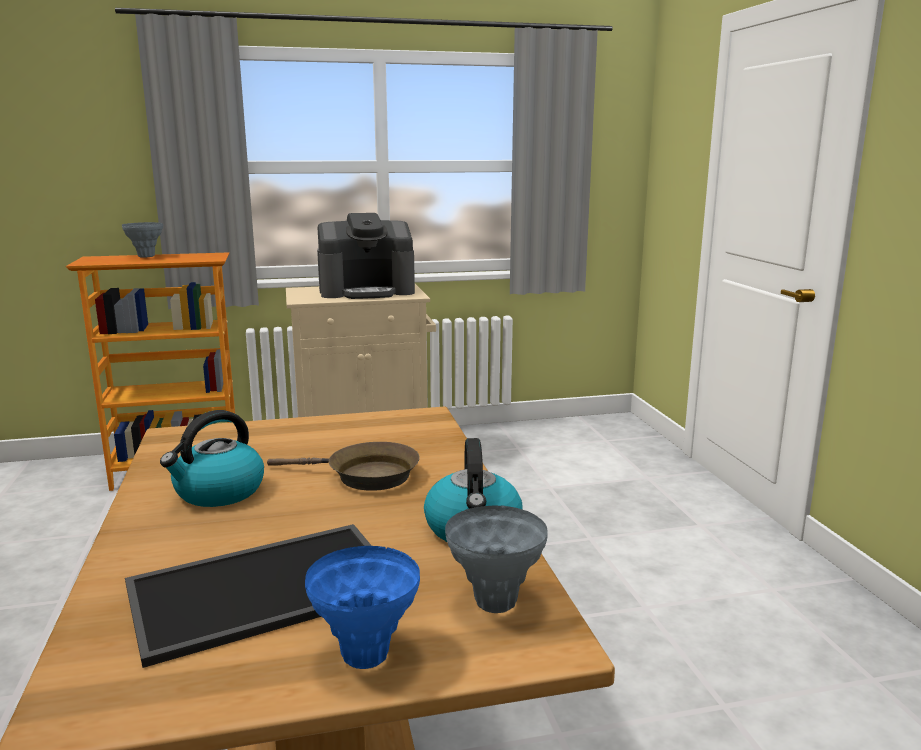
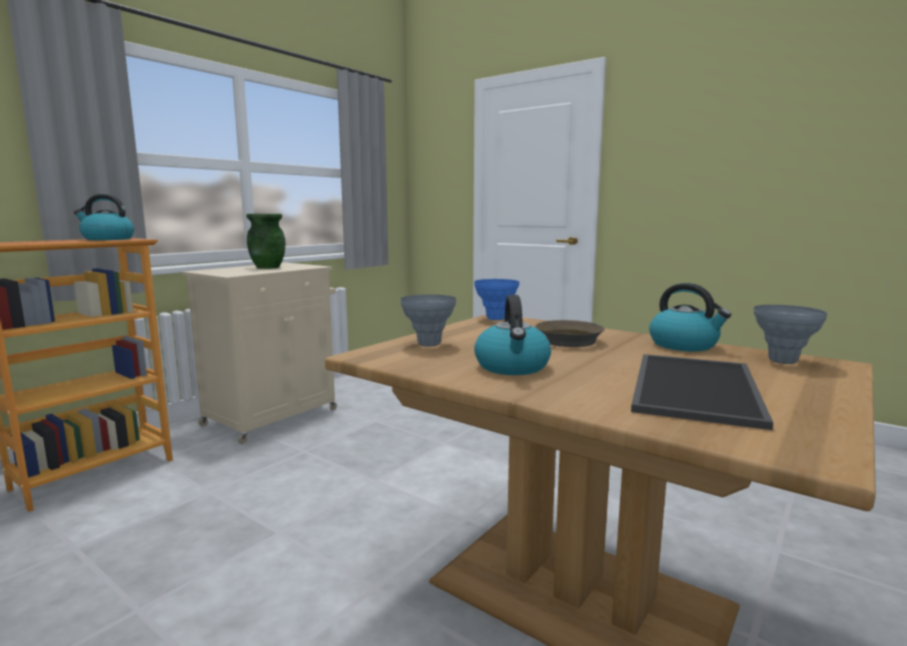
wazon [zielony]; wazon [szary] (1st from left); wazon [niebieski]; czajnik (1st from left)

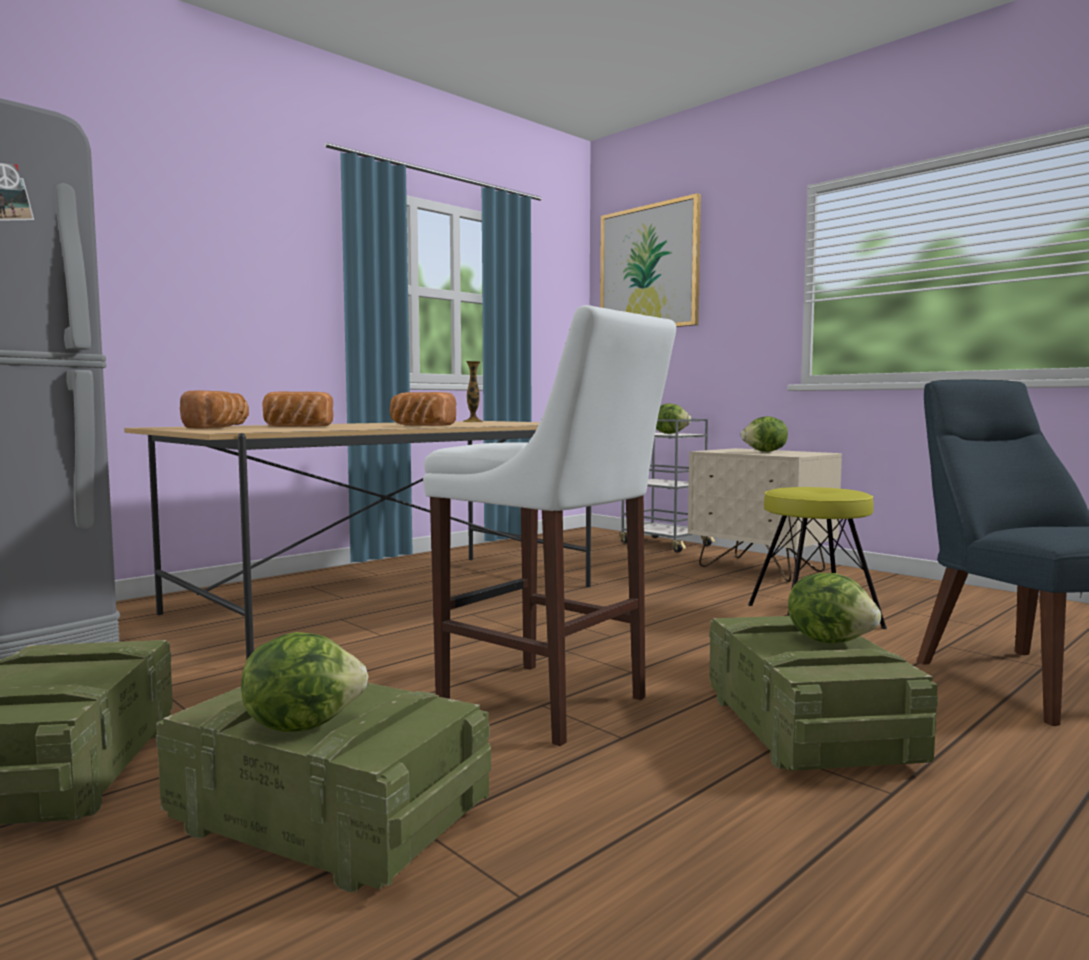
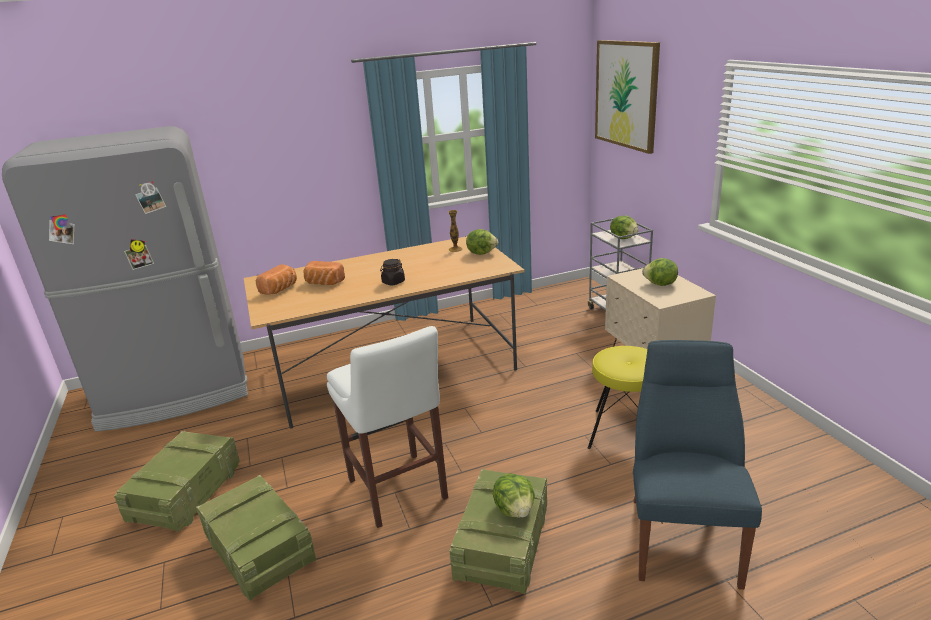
słoik [czarny]; sałata (1st from left)

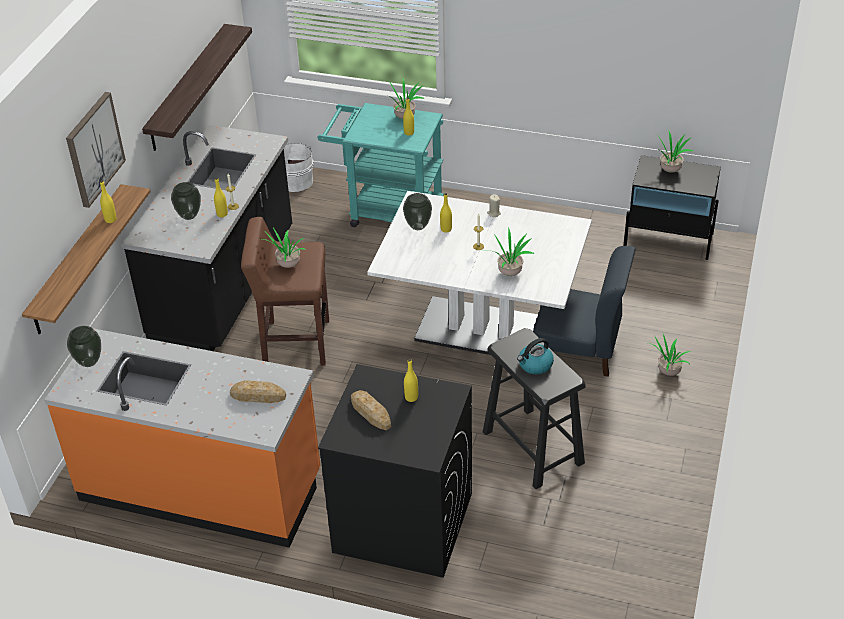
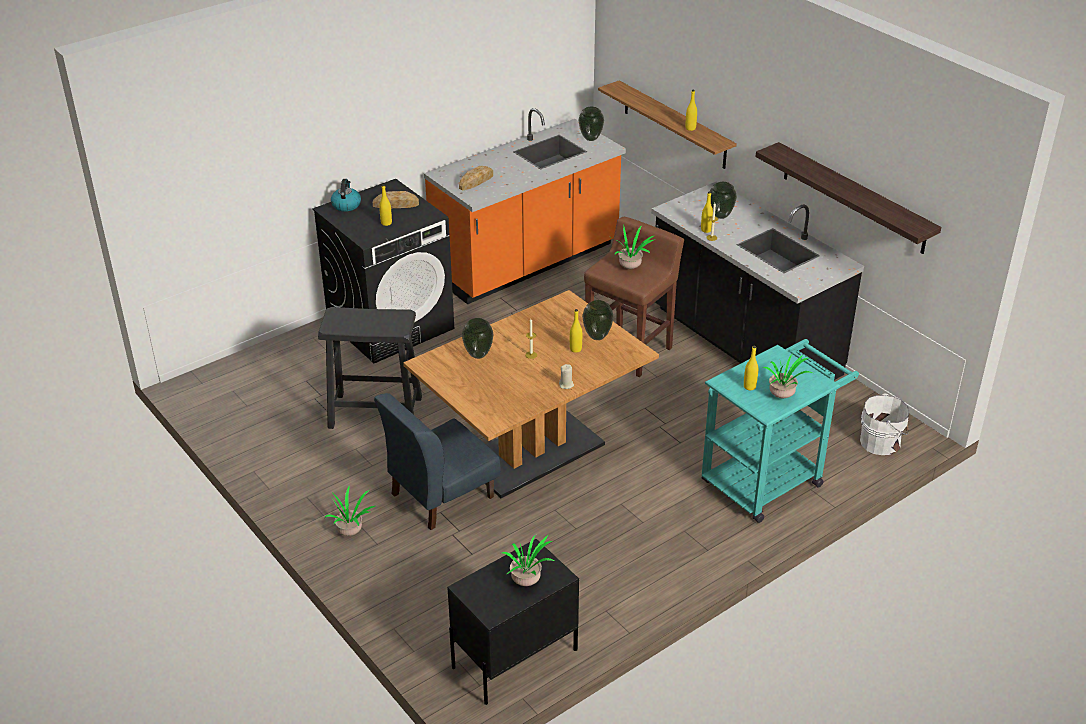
obraz; stół jadalny [brązowy]; wazon (1st from left); czajnik

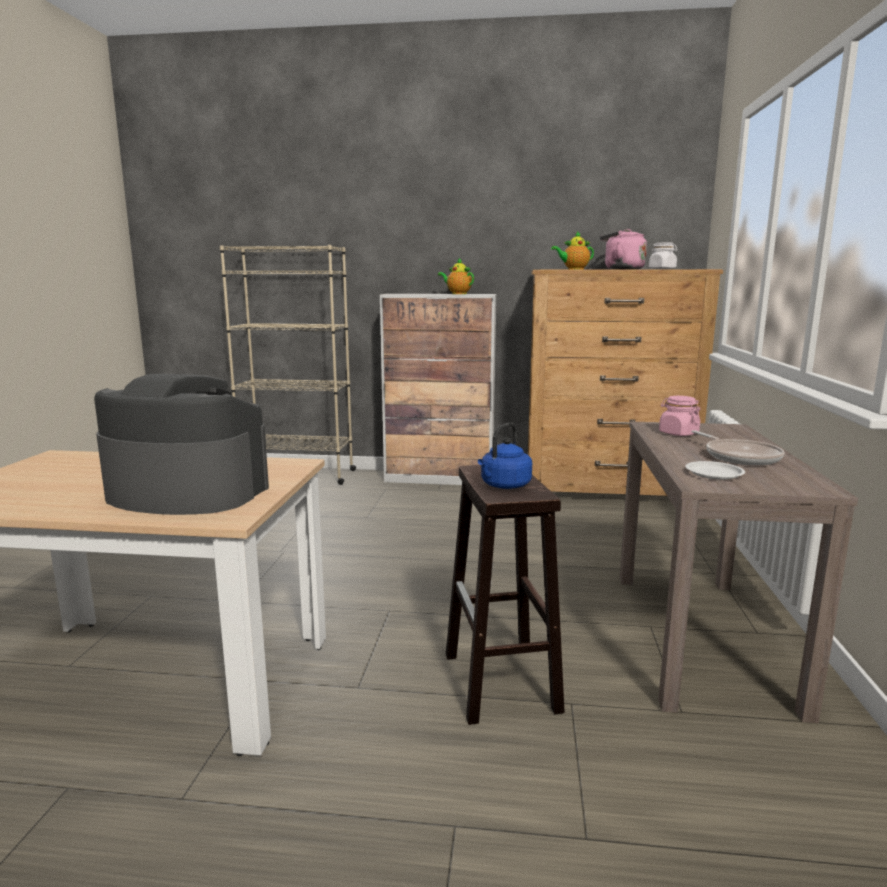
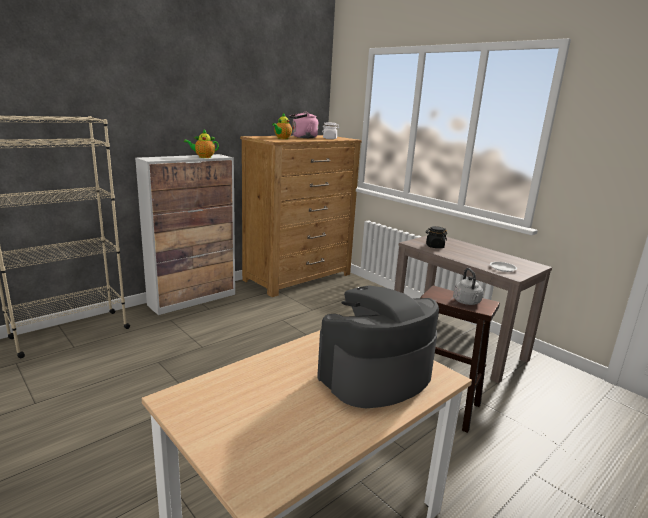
słoik [czarny]; czajnik [szary]; patelnia

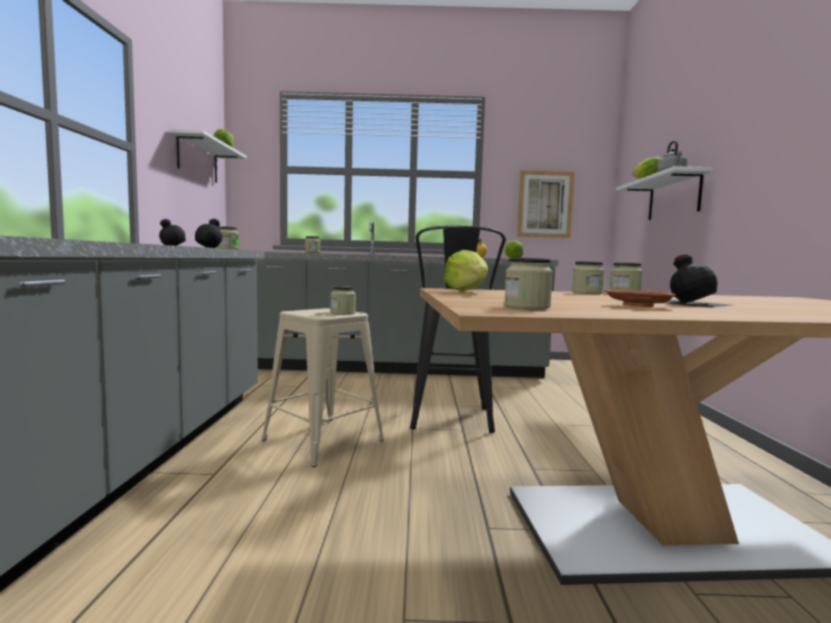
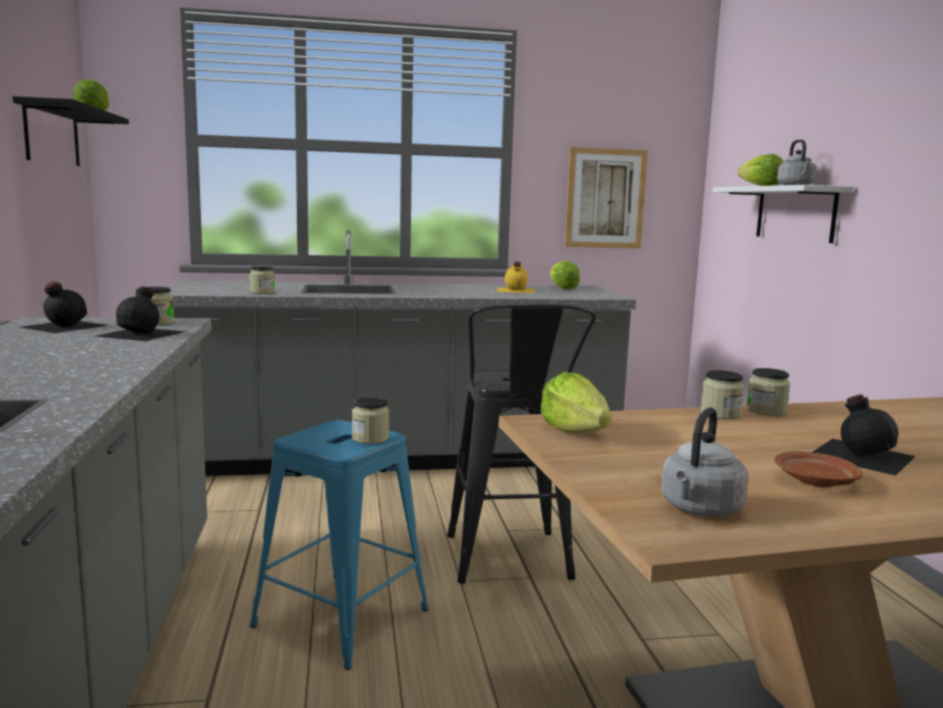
półka [czarny]; czajnik [szary] (1st from left); stołek [niebieski]

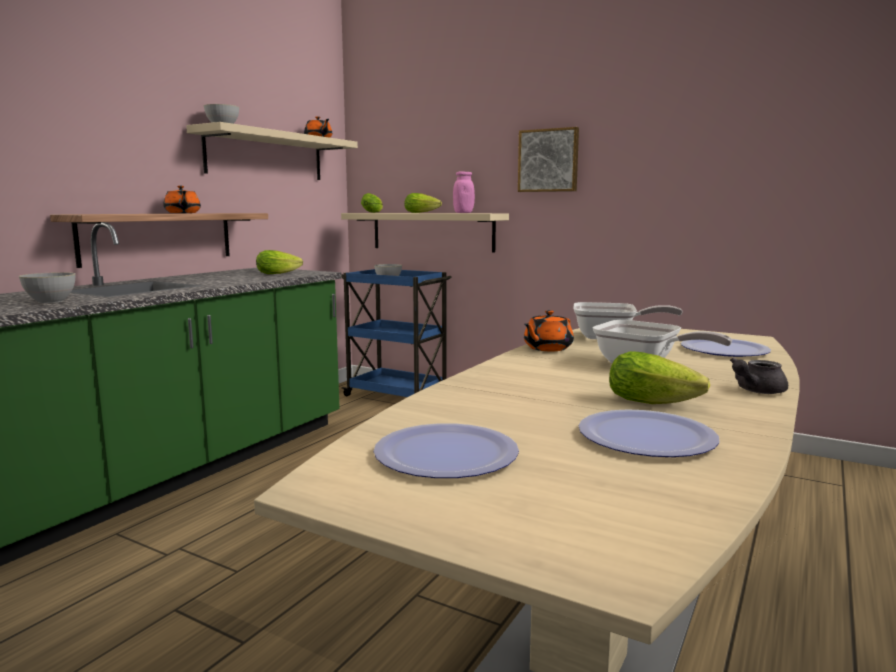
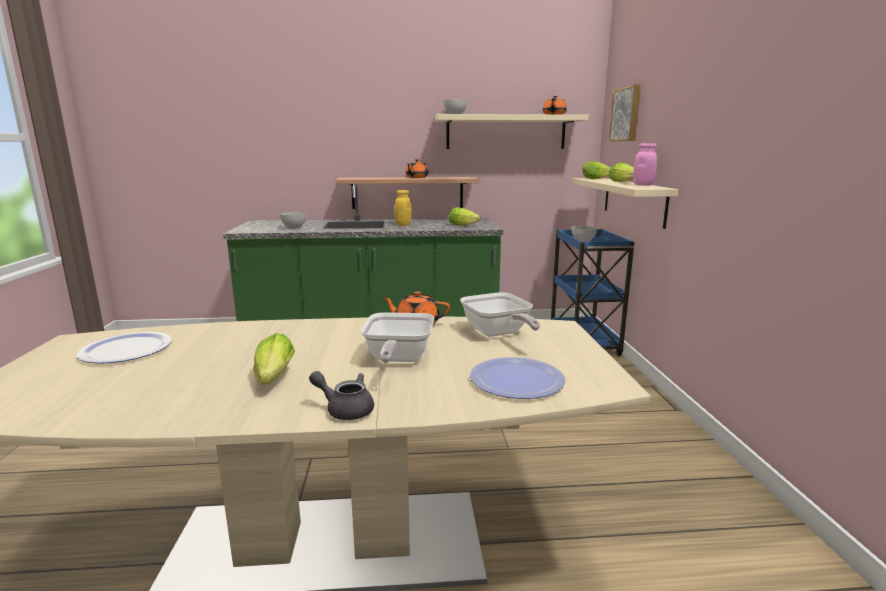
obraz; talerz (2nd from left in the first image); słoik [żółty]

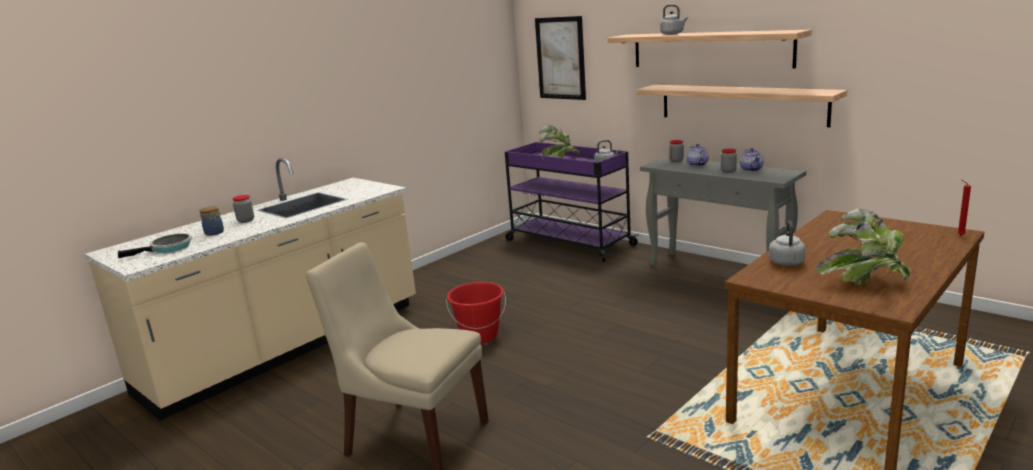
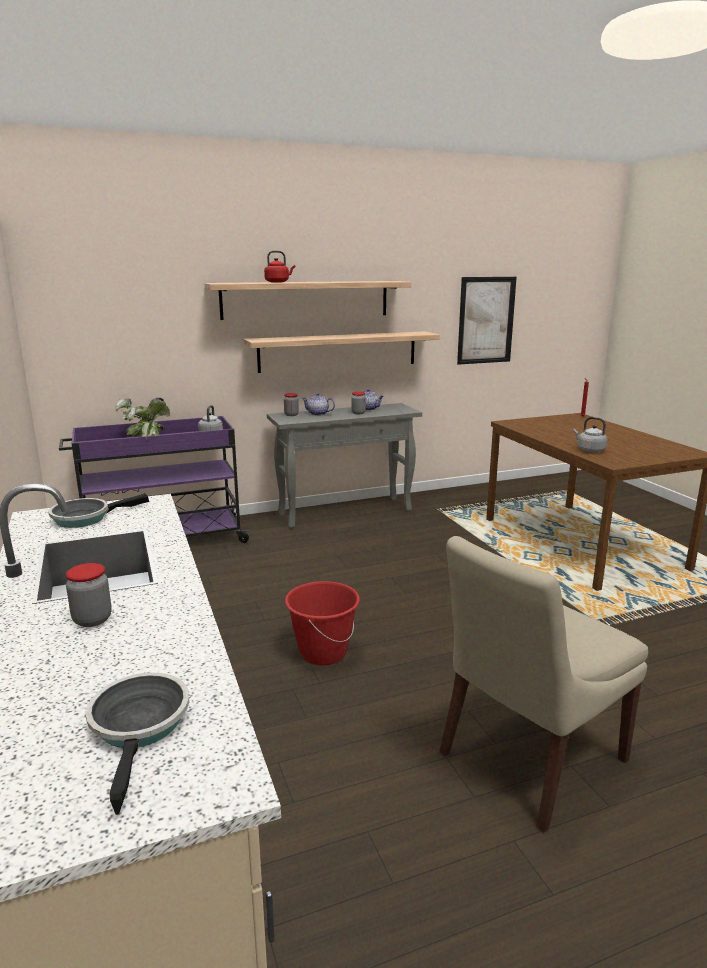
czajnik [czerwony]; obraz; słoik (1st from left in the first image); roślina doniczkowa (2nd from left in the first image); patelnia (1st from left)

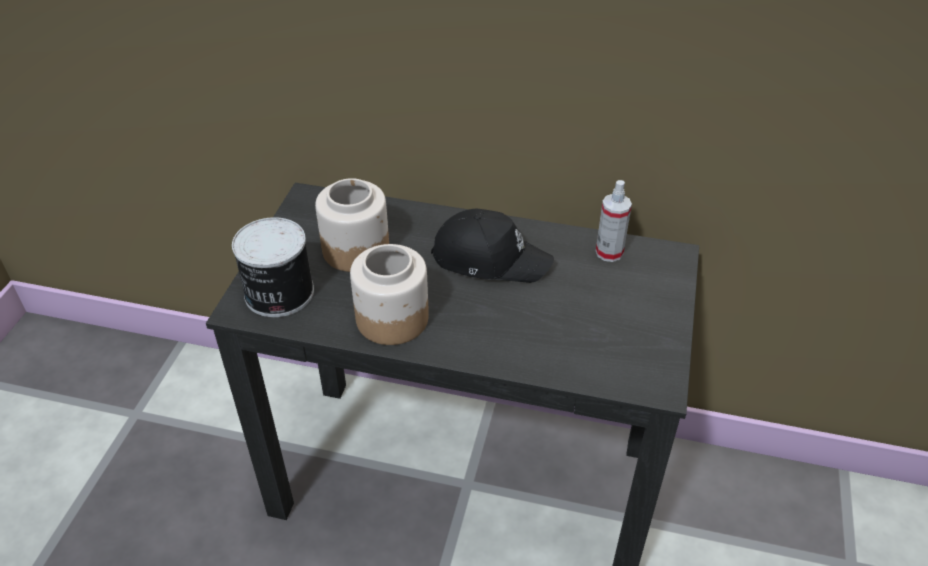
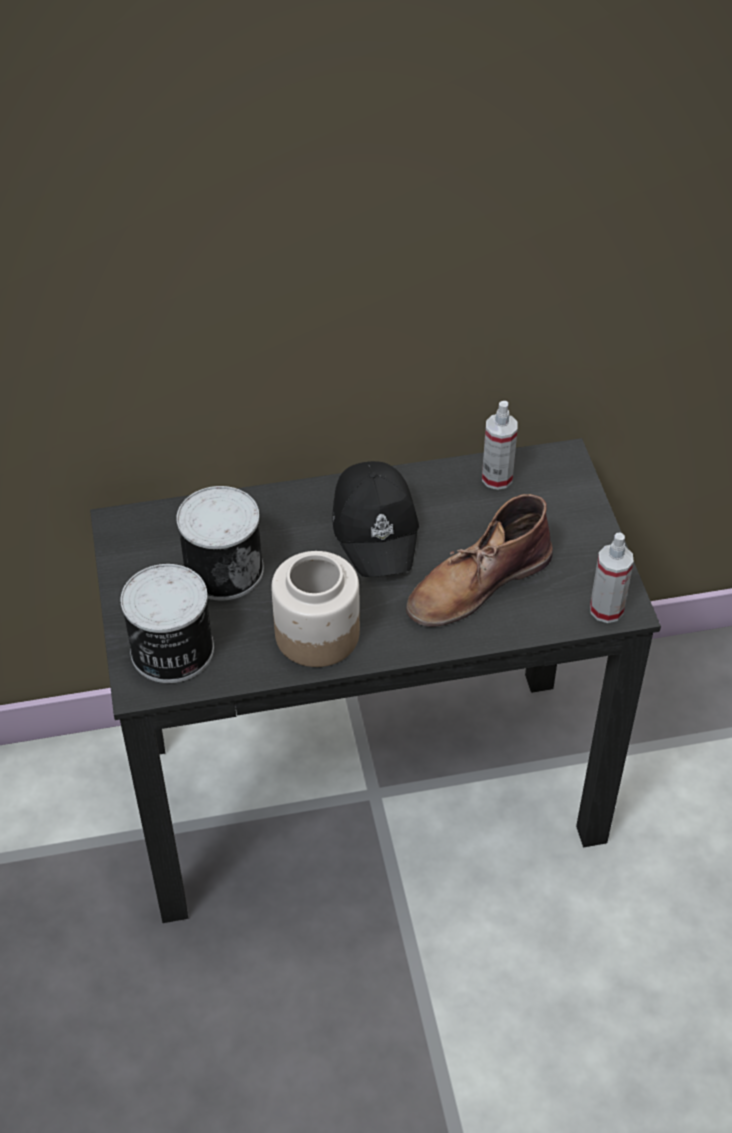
puszka (2nd from left); czapka z daszkiem [czarny]; but z cholewką [brązowy]; spryskiwacz (2nd from left)

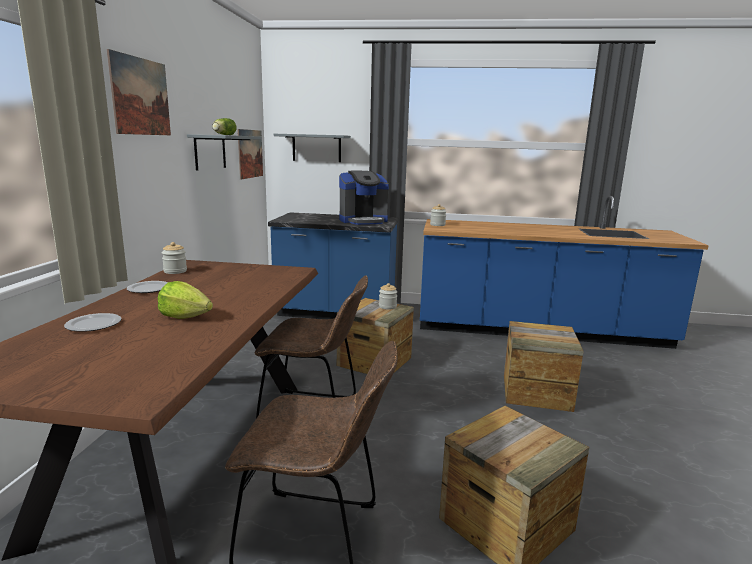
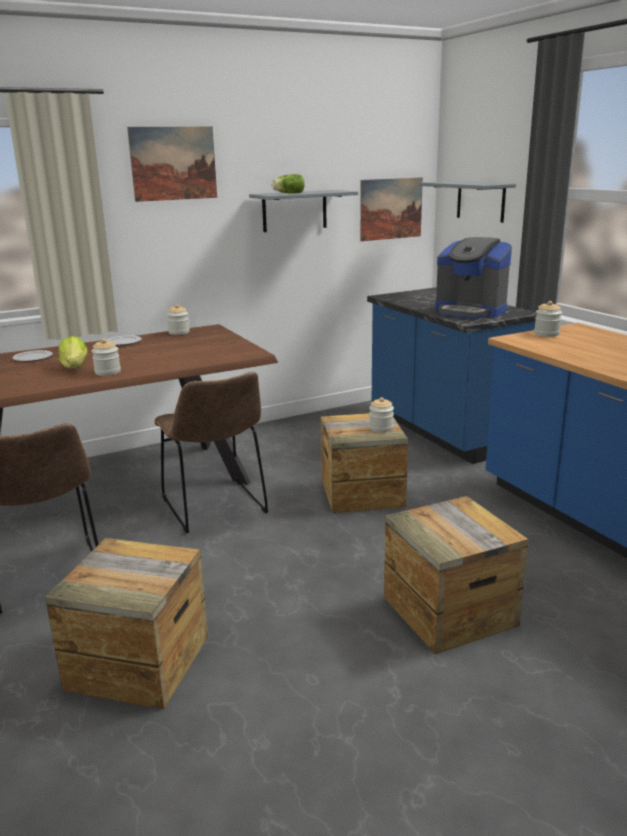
słoik (1st from left)

